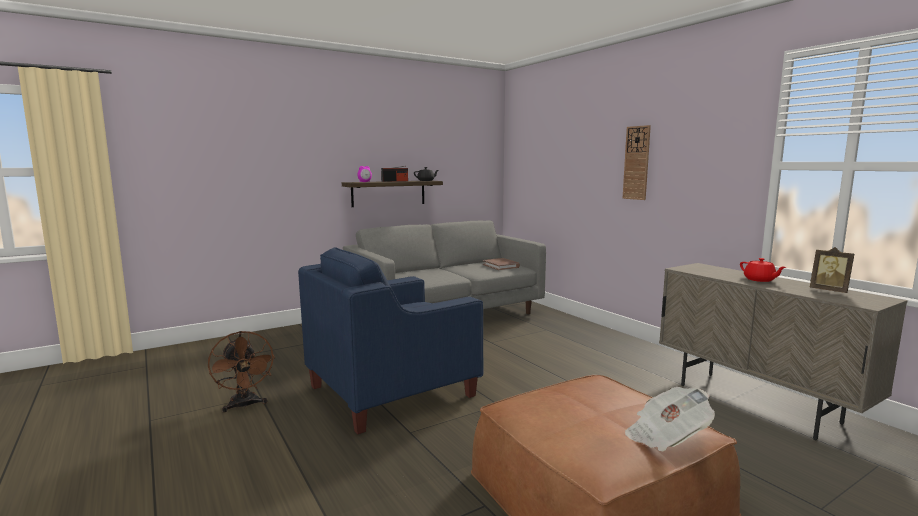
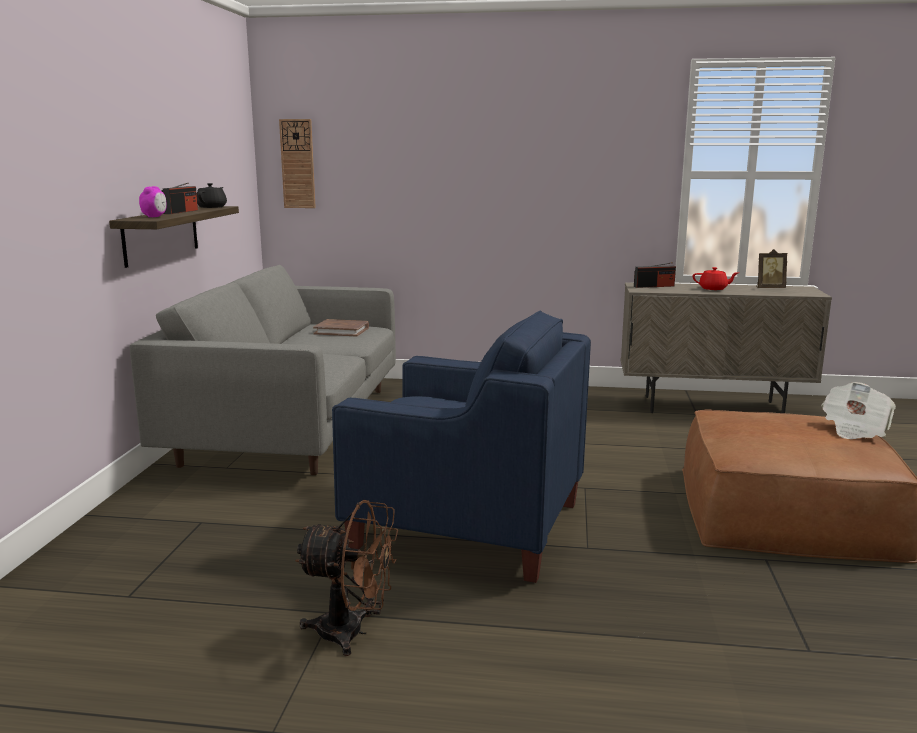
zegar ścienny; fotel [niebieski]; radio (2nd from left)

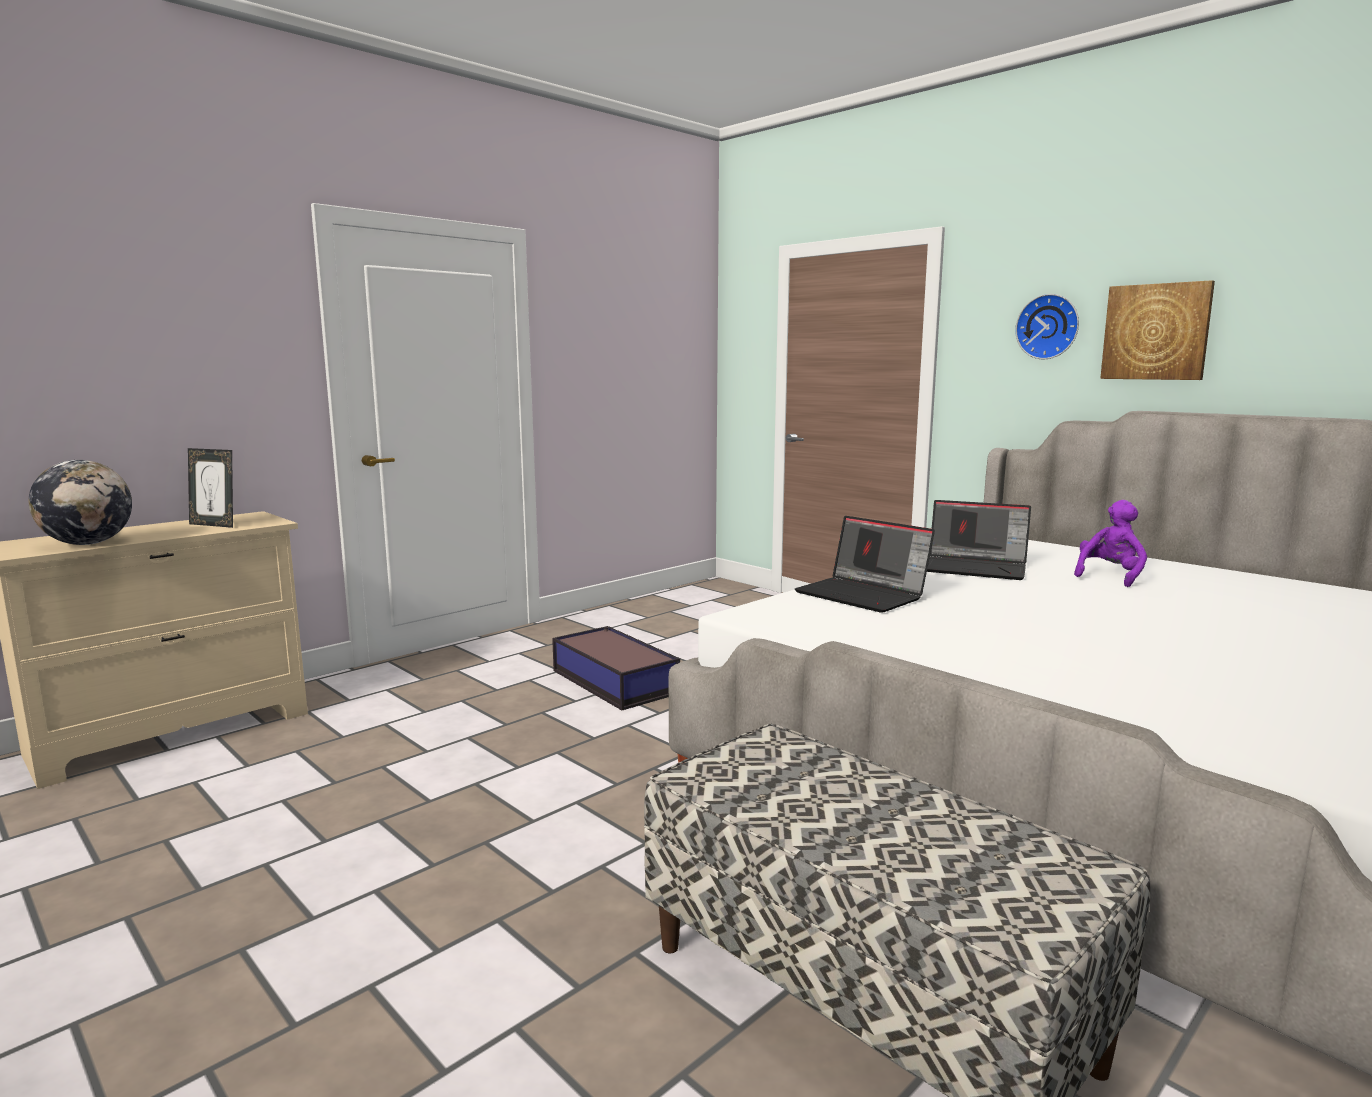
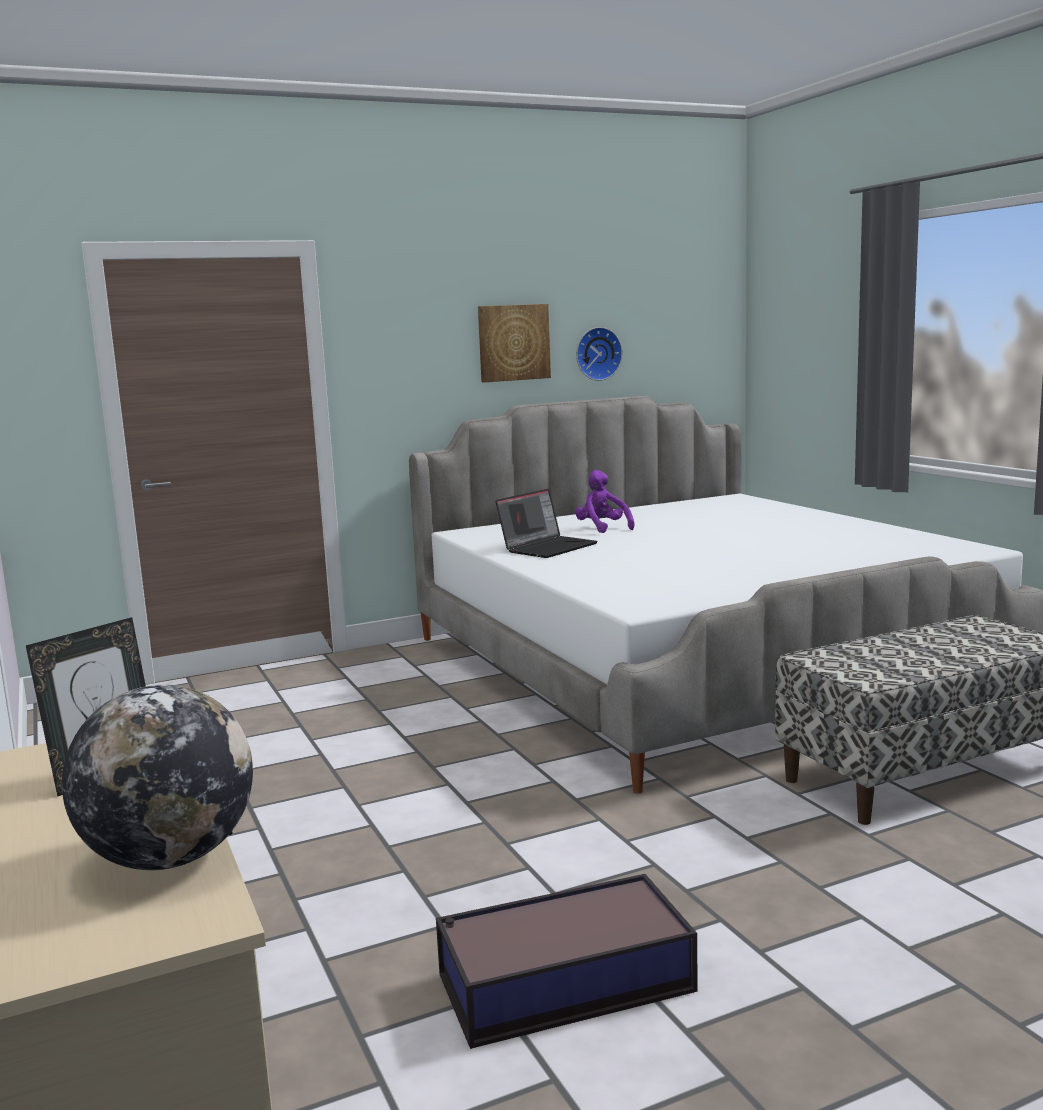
zegar ścienny; laptop (1st from left in the first image); pojemnik do przechowywania

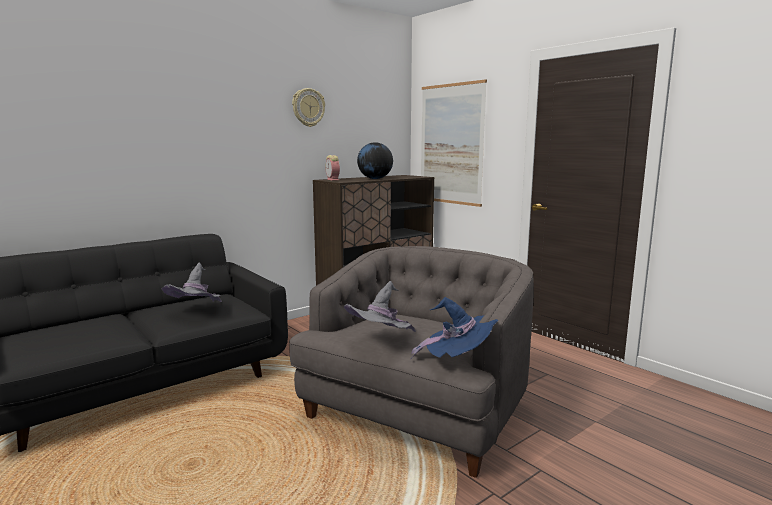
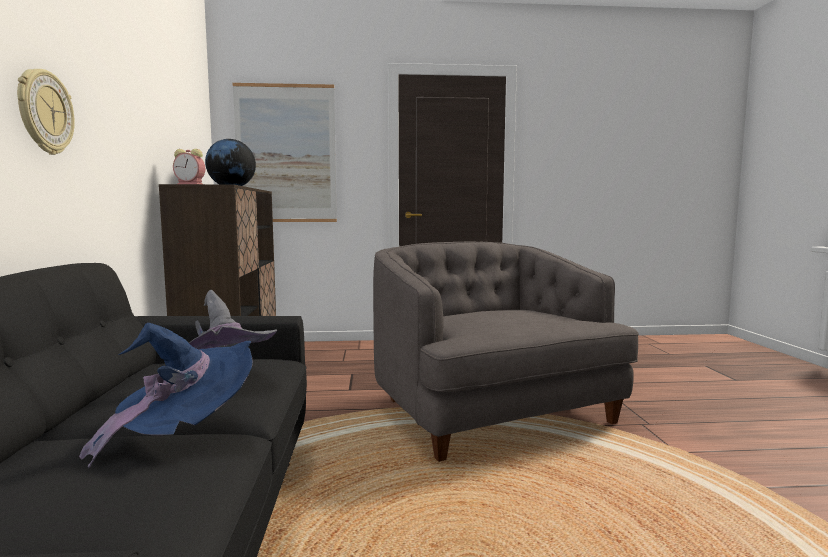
zegar ścienny; kapelusz [szary] (2nd from left in the first image); kapelusz [niebieski]

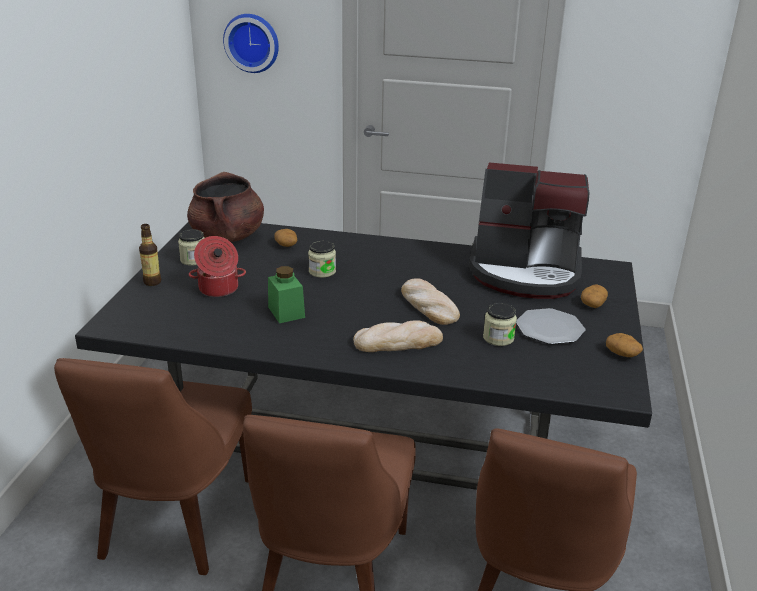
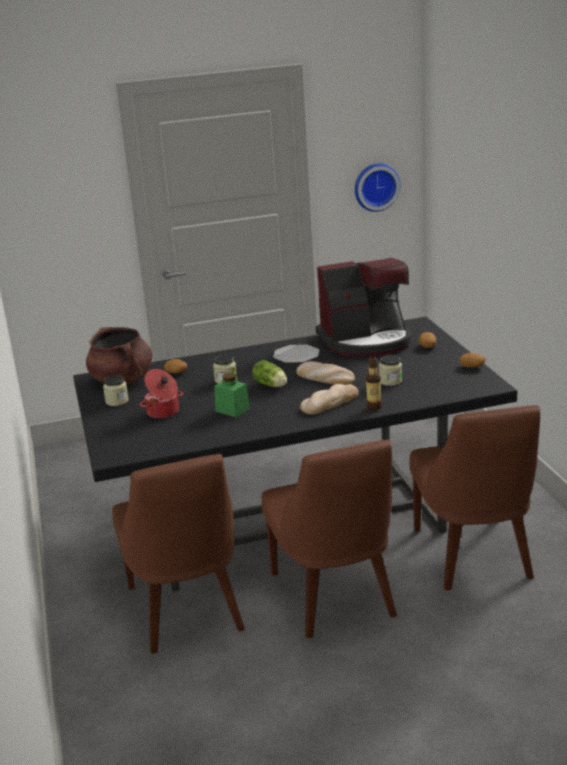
zegar ścienny; butelka; talerz; sałata

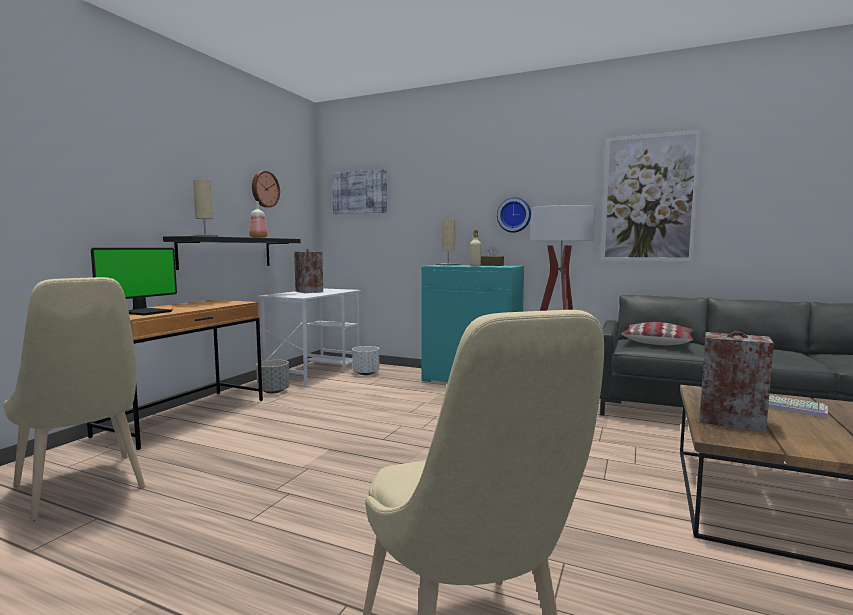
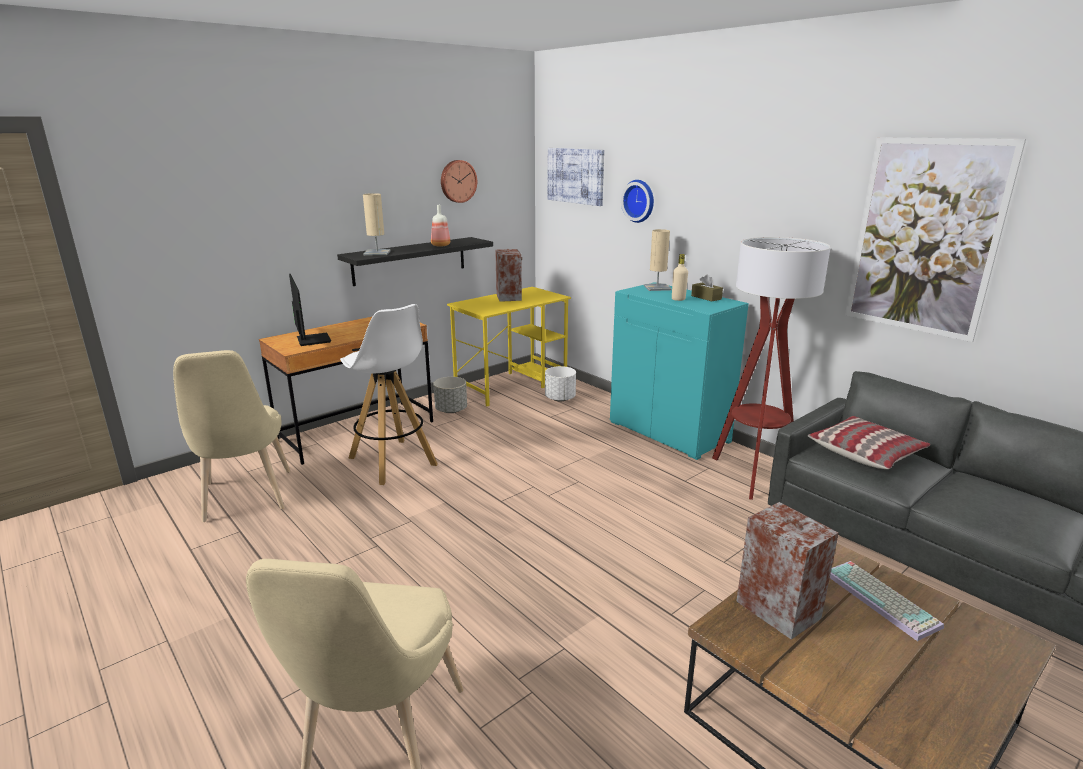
zegar ścienny (2nd from left); monitor; biurko [żółty]; stołek [biały]

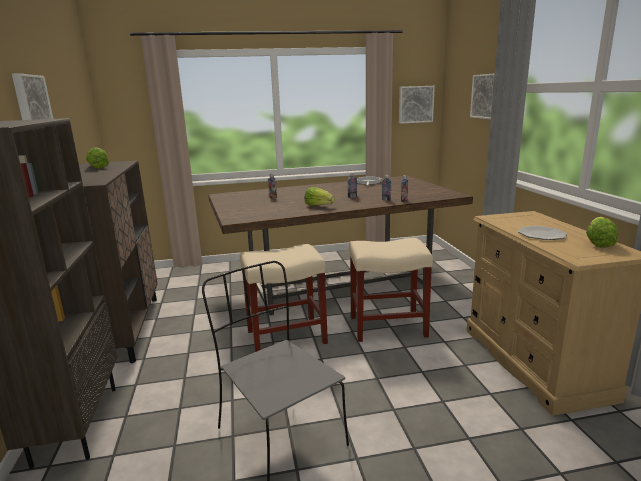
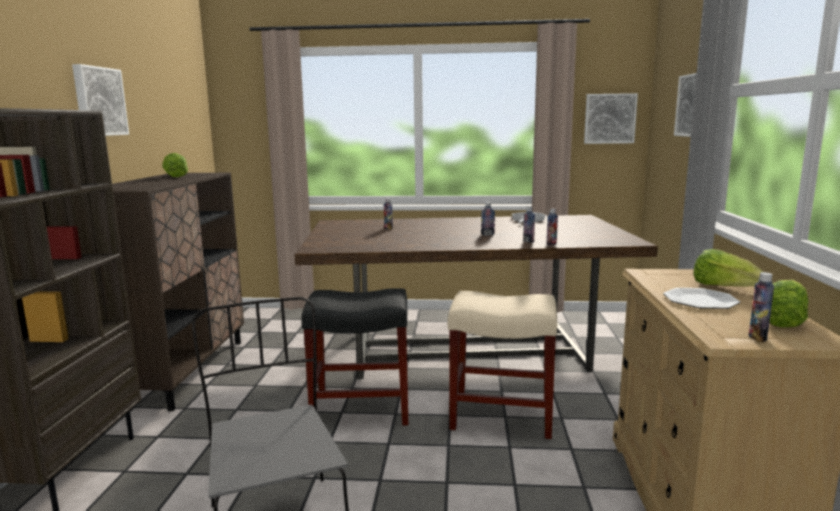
sałata (2nd from left); stołek [czarny]; butelka (5th from left)

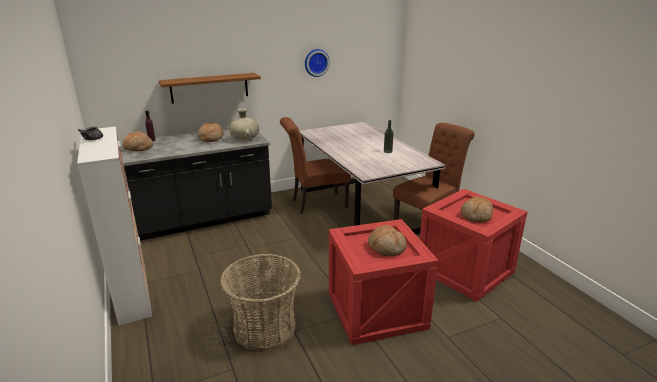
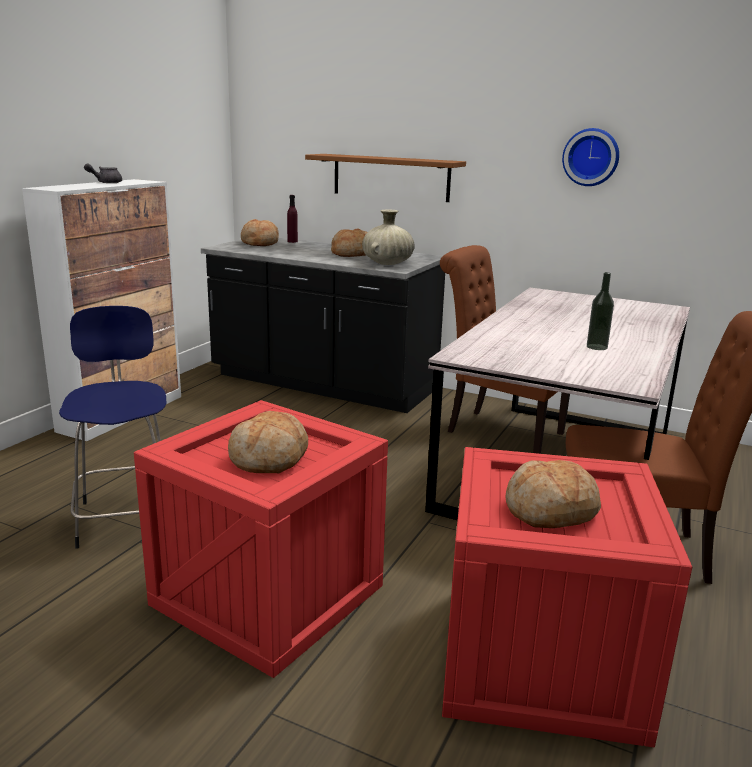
stołek [niebieski]

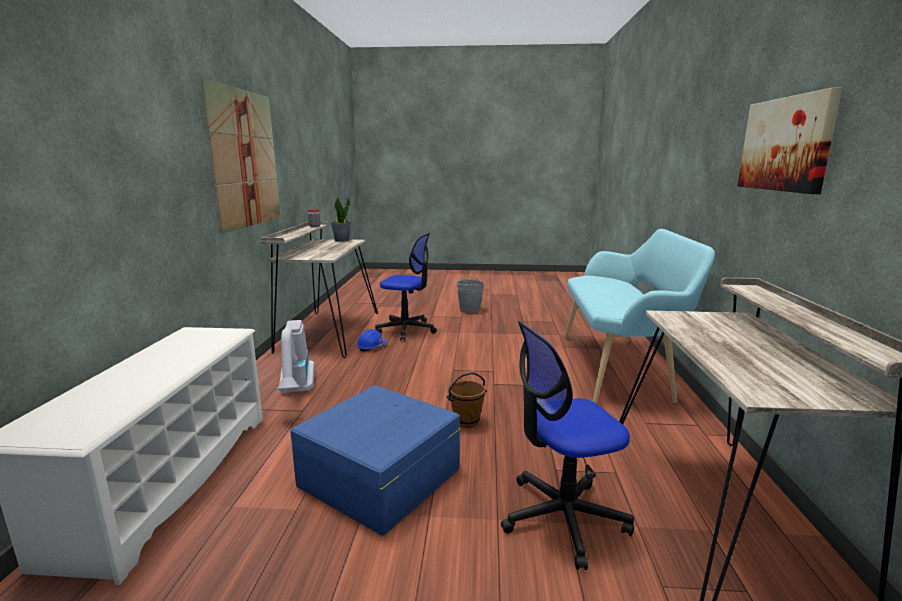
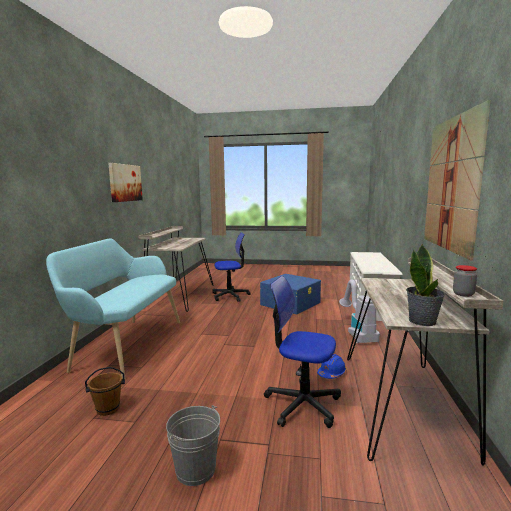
wiadro [brązowy]

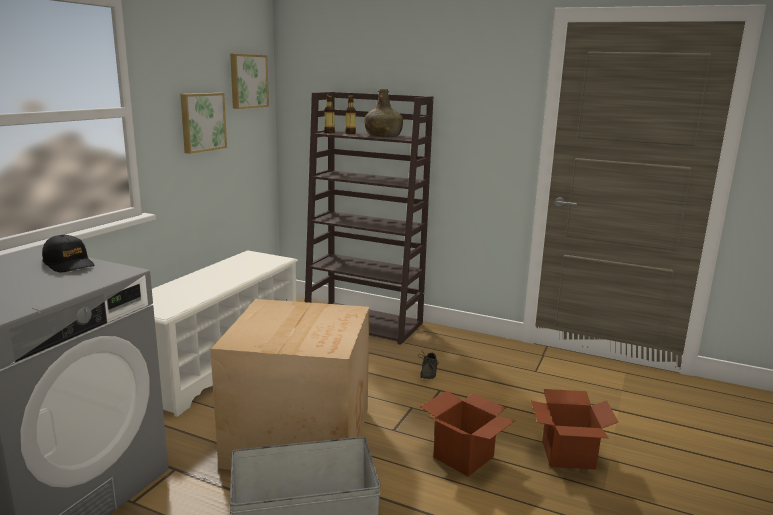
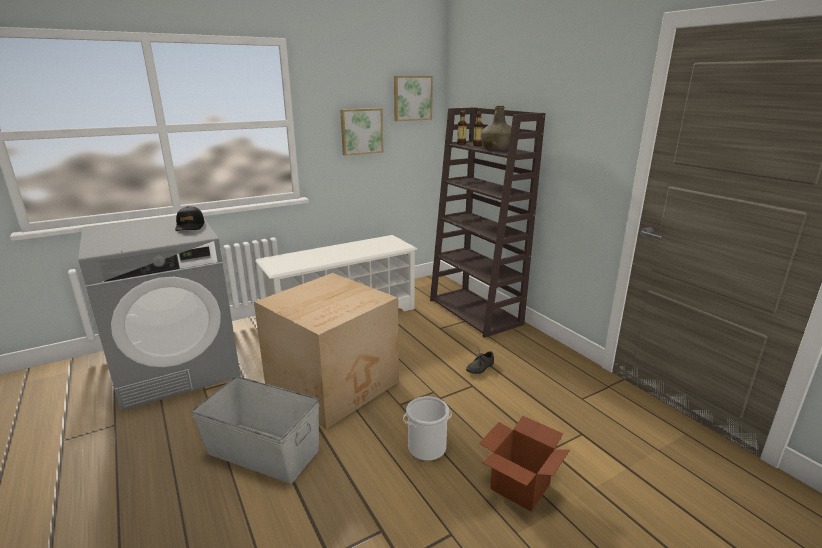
wiadro

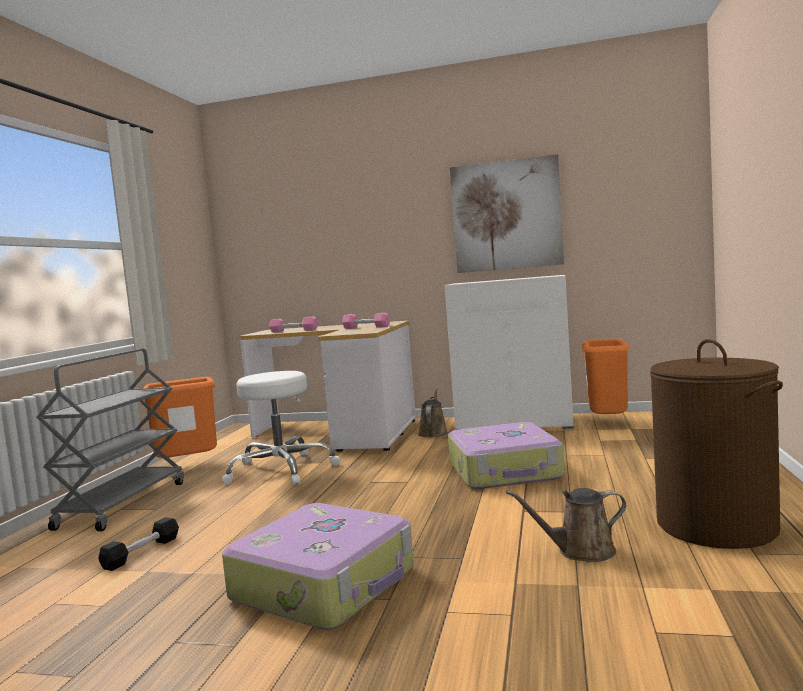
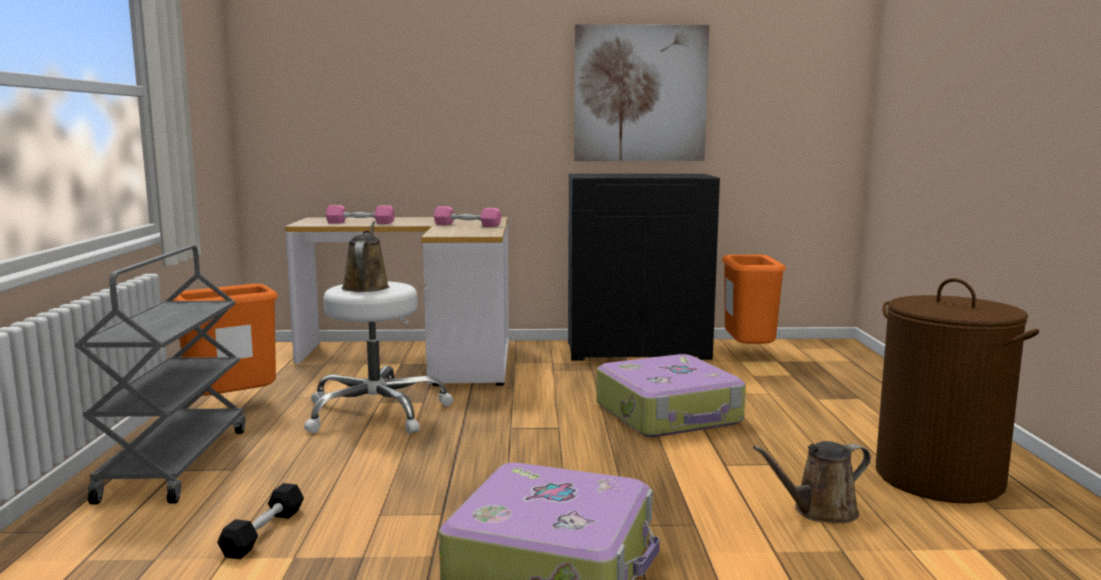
szafka [czarny]; konewka [brązowy] (1st from left)

